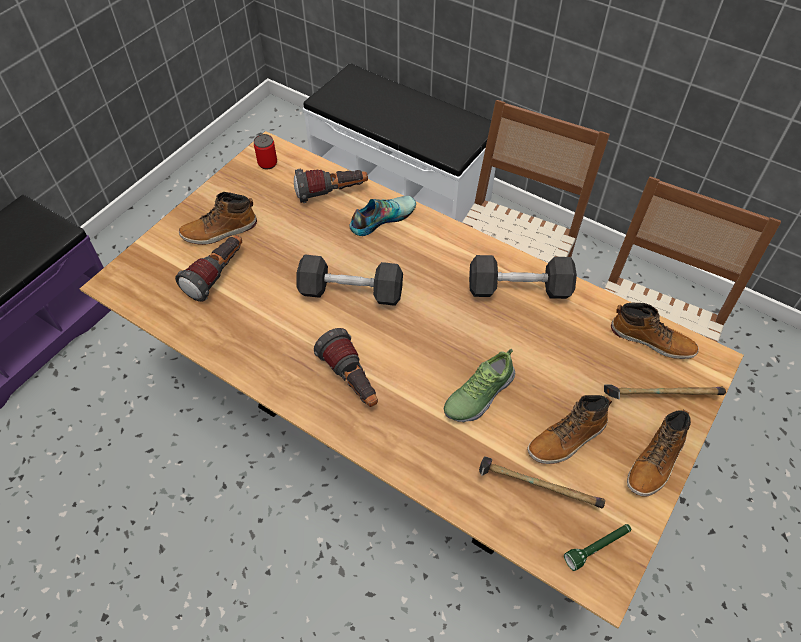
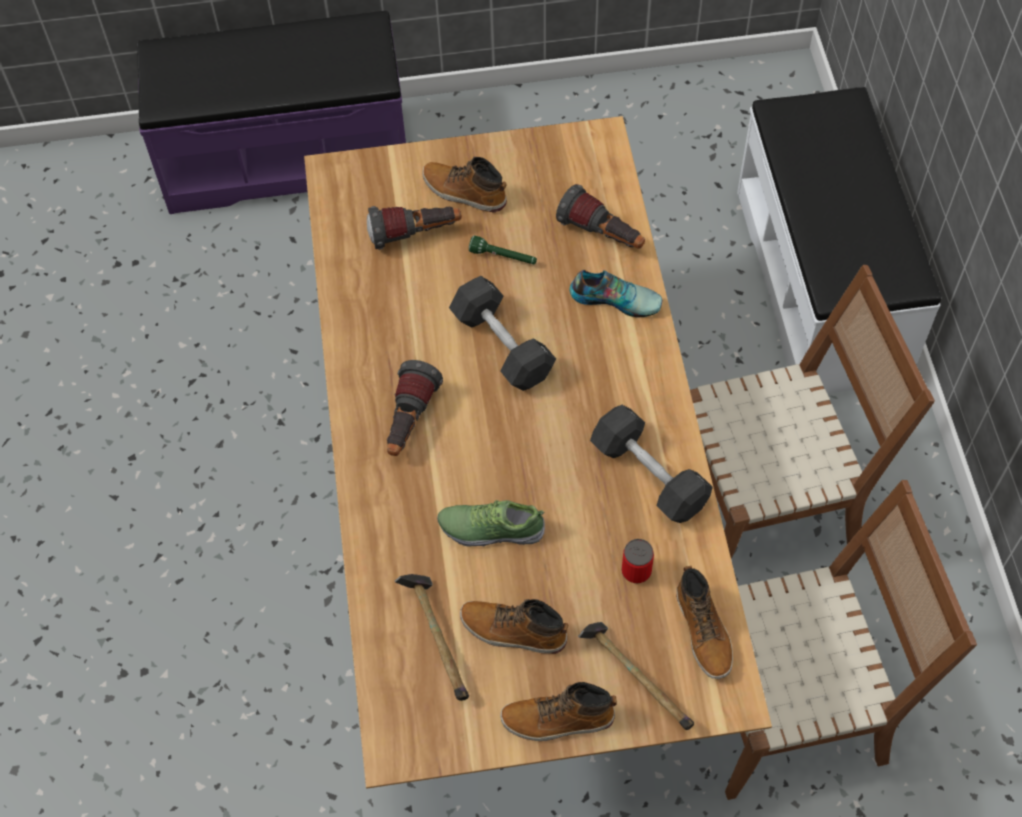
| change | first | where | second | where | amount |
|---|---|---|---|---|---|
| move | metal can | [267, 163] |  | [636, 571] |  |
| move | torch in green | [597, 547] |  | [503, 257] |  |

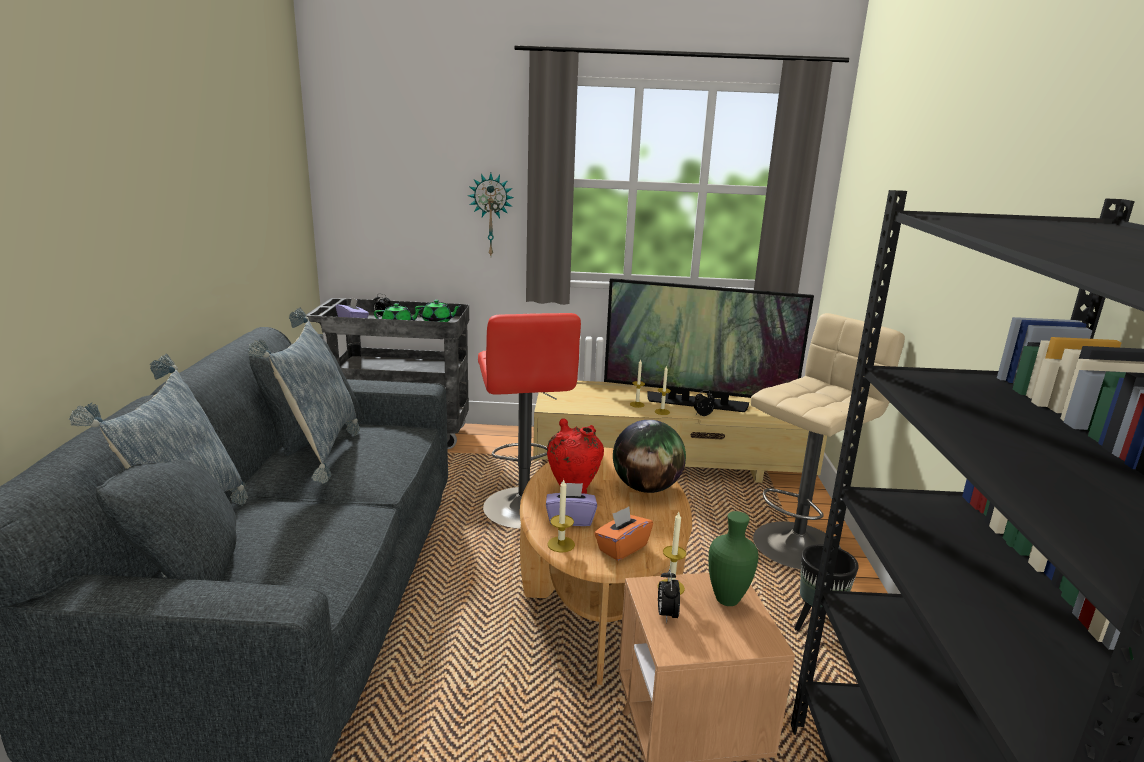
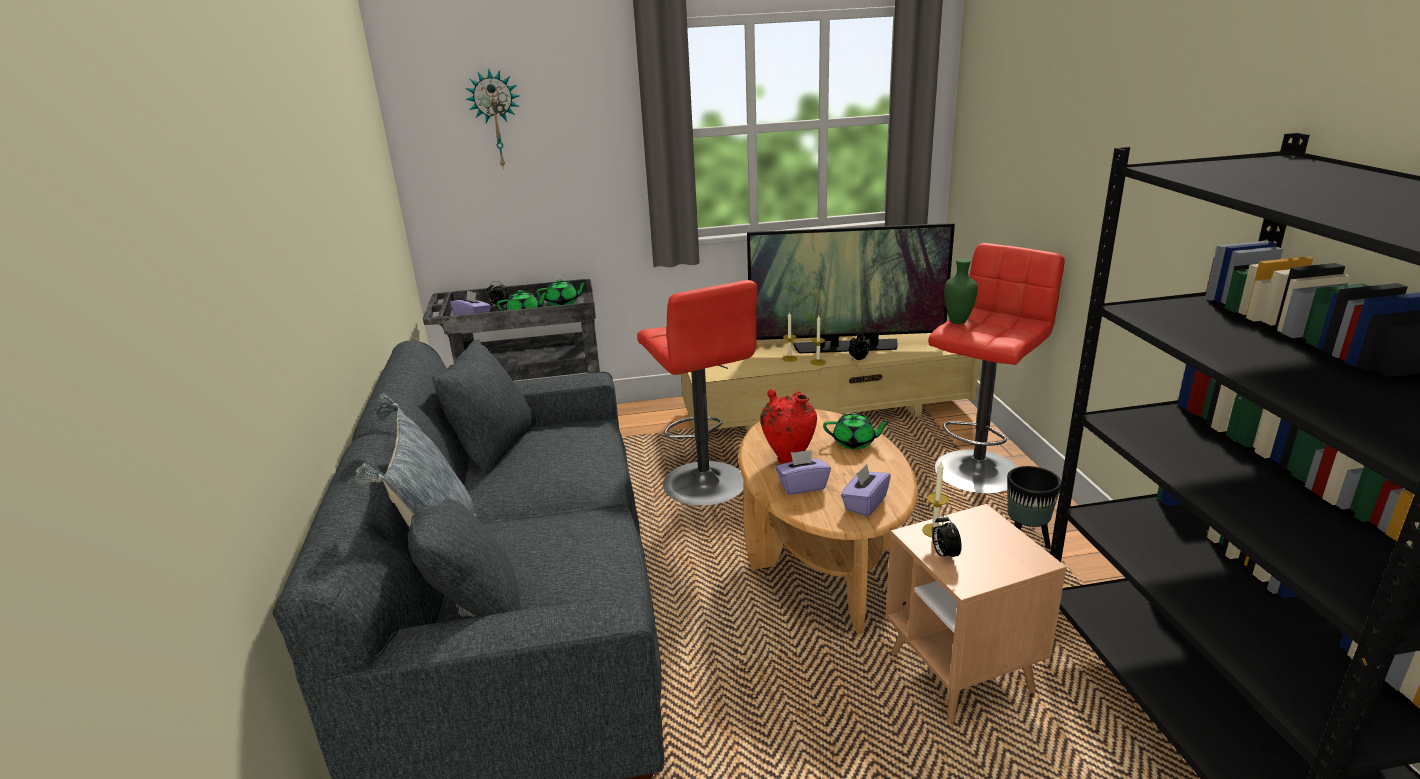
| change | first | where | second | where | amount |
|---|---|---|---|---|---|
| delete | throw pillow | [316, 458] |  |  |  |
| delete | candle | [561, 544] |  |  |  |
| move | hanging clock | [491, 215] |  | [496, 119] |  |
| move | decorative vase in green | [728, 600] |  | [958, 321] |  |
| replace | world globe | [646, 488] | pot for tea in green | [854, 442] |  |
| recolor | box of tissues in orange | [622, 548] | box of tissues in purple-coloured | [864, 504] |  |
| recolor | stool seat in beige-coloured | [798, 546] | stool seat in reddish | [979, 471] |  |

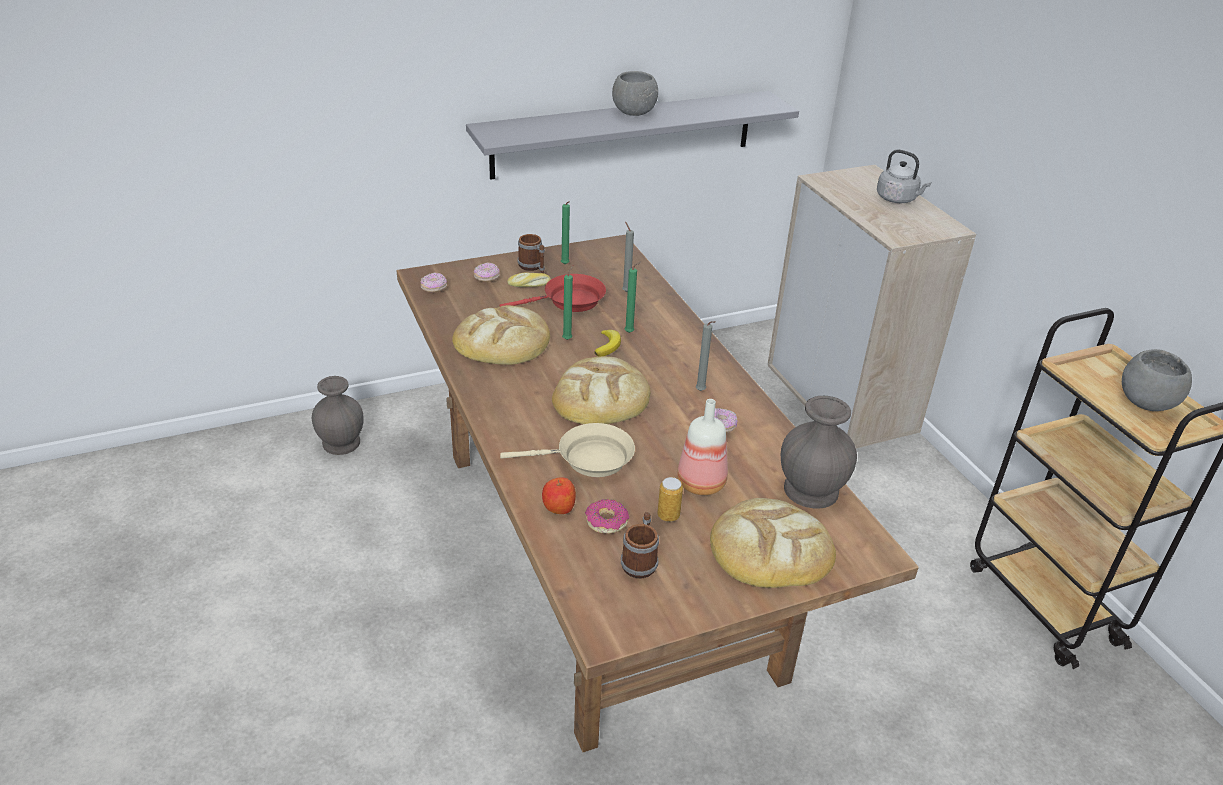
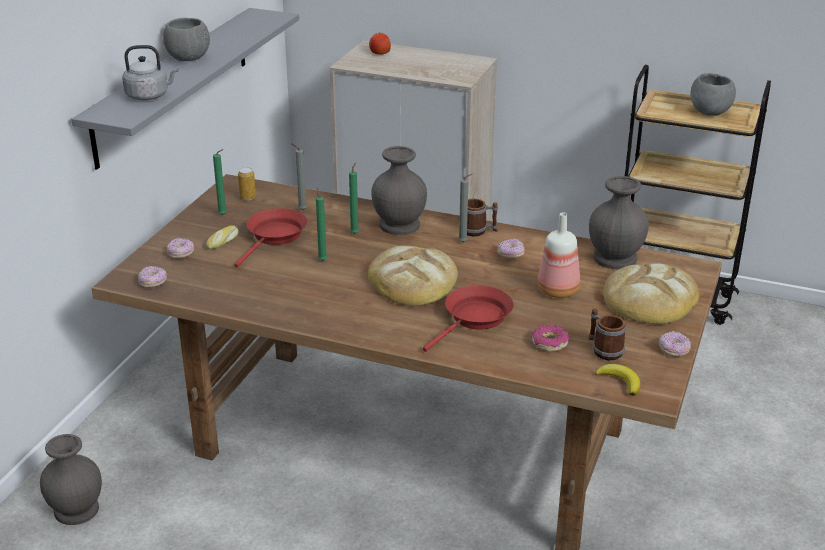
| change | first | where | second | where | amount |
|---|---|---|---|---|---|
| delete | bakery bread | [502, 341] |  |  |  |
| insert |  |  | decorative vase in greyish | [398, 224] |  |
| insert |  |  | donut | [673, 350] |  |
| move | coffee mug | [533, 267] |  | [478, 231] |  |
| move | whole apple | [558, 507] |  | [379, 53] |  |
| move | banana fruit | [608, 345] |  | [620, 381] |  |
| move | metal can | [668, 515] |  | [247, 197] |  |
| move | water kettle in greyish | [898, 199] |  | [150, 96] |  |
| recolor | skillet in beige-coloured | [588, 459] | skillet in reddish | [475, 319] |  |

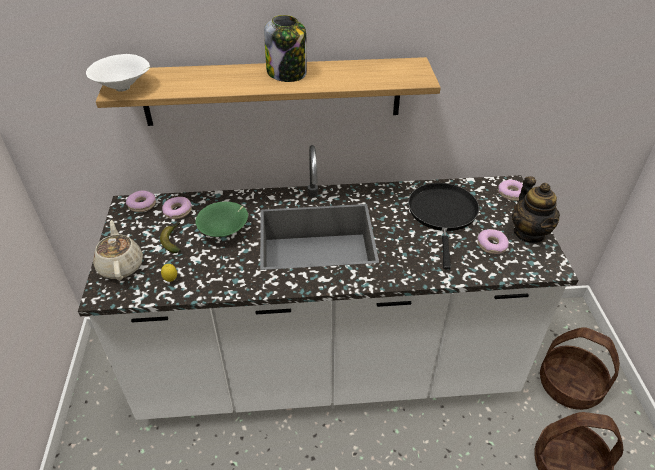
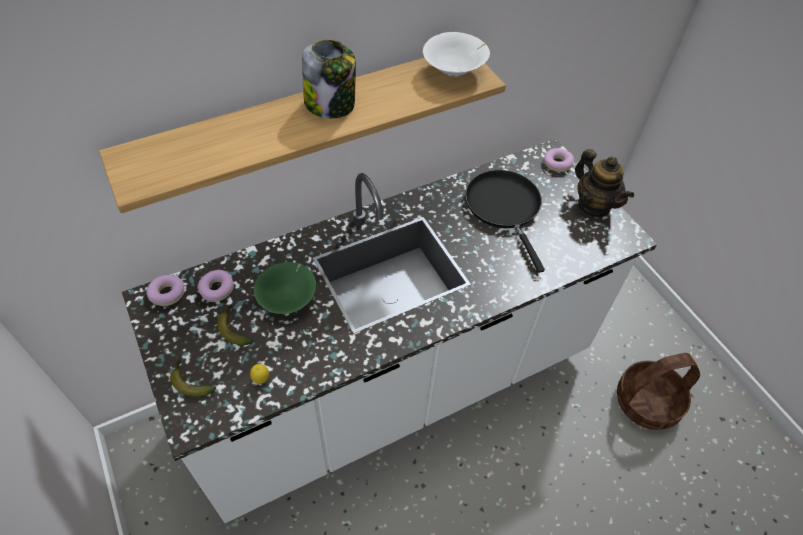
| change | first | where | second | where | amount |
|---|---|---|---|---|---|
| delete | donut | [491, 245] |  |  |  |
| delete | storage basket | [570, 385] |  |  |  |
| move | serving bowl in white-coloured | [124, 88] |  | [455, 72] |  |
| replace | pot for tea in beige-coloured | [121, 266] | banana fruit | [190, 382] |  |

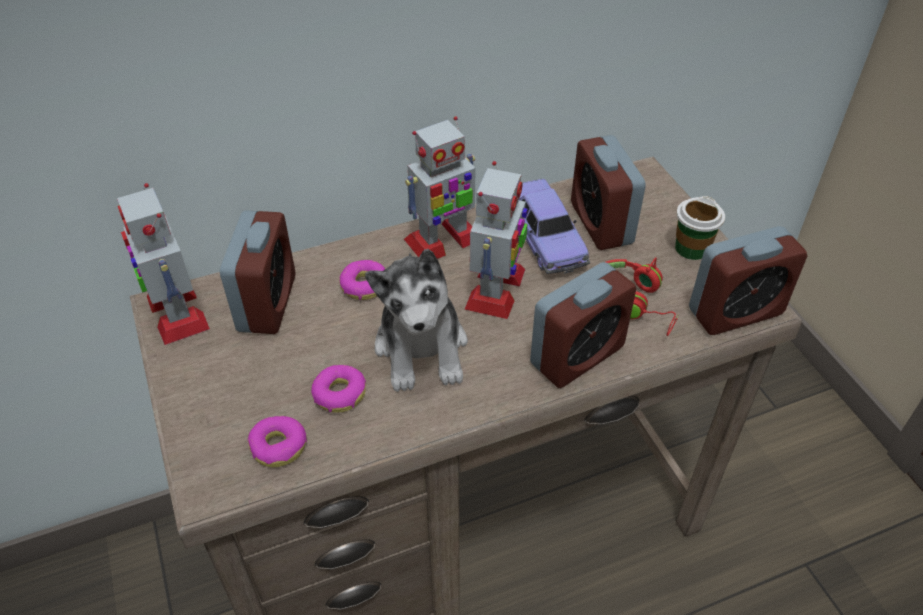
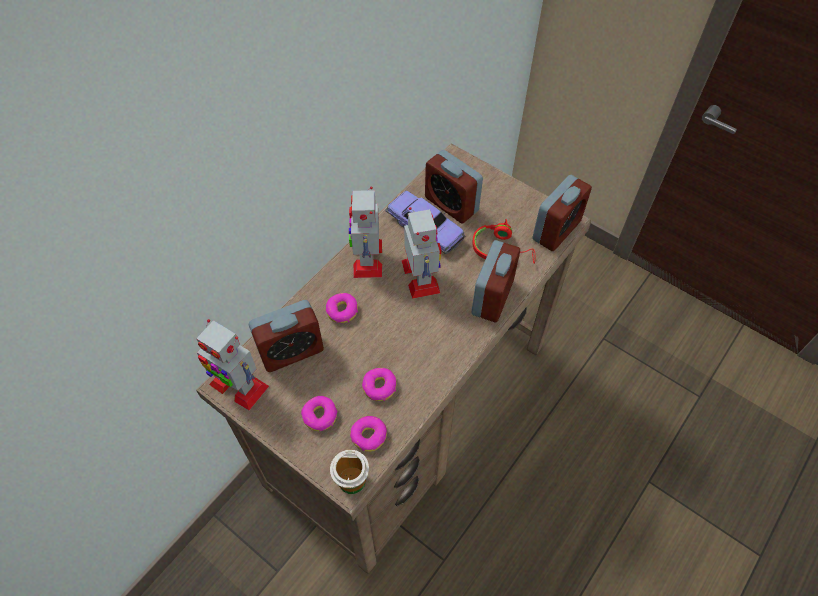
| change | first | where | second | where | amount |
|---|---|---|---|---|---|
| delete | plush toy | [422, 347] |  |  |  |
| insert |  |  | donut | [320, 416] |  |
| move | drinking cup | [691, 248] |  | [352, 481] |  |
| rotate | bedside clock | [267, 303] |  | [291, 351] | 90 degrees clockwise |
| rotate | toy robot | [442, 240] |  | [367, 258] | 150 degrees clockwise |

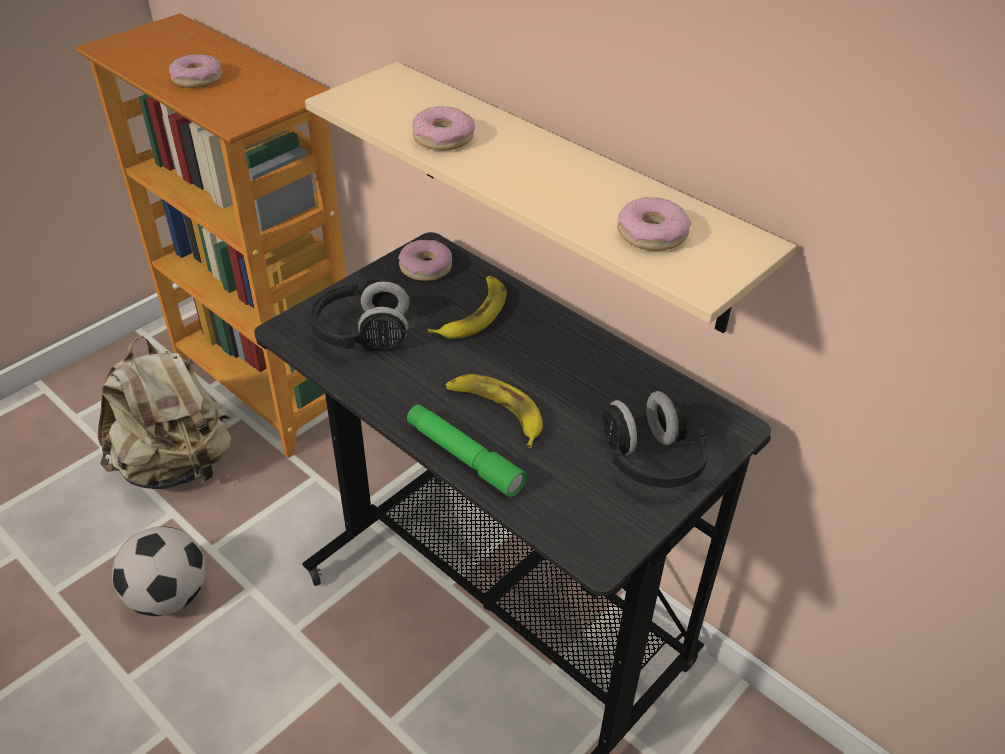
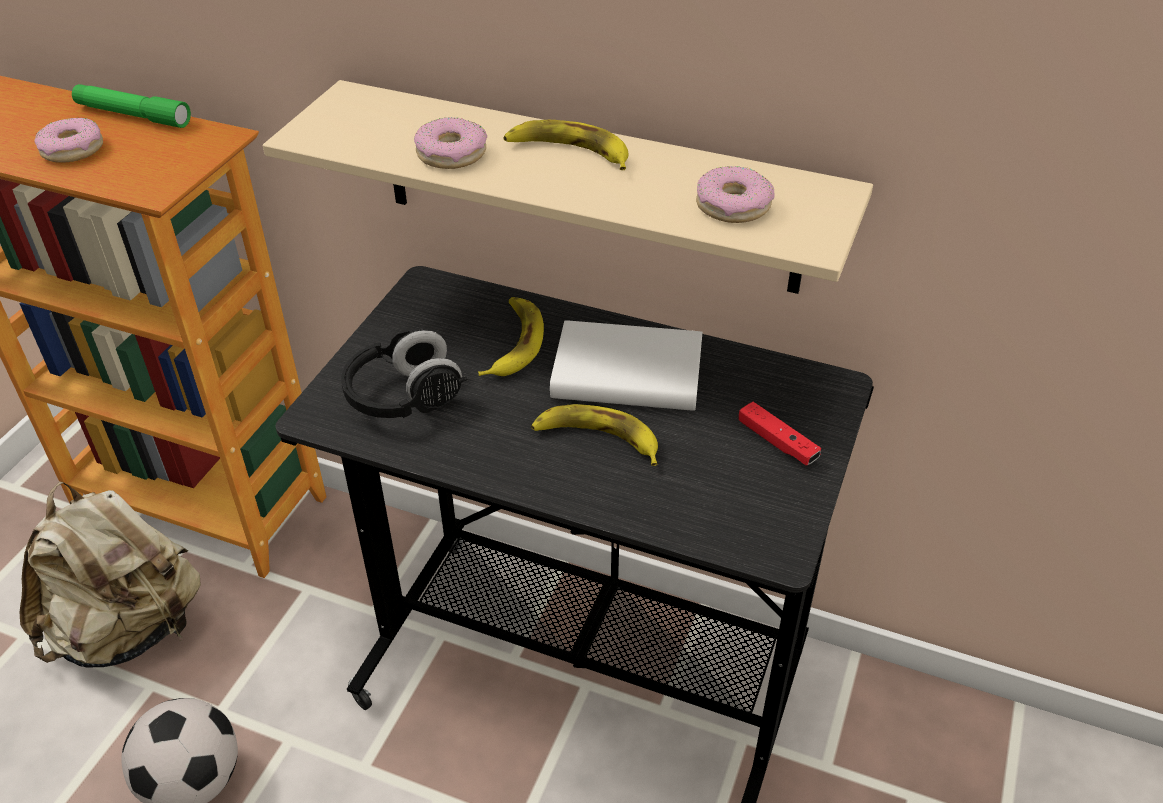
| change | first | where | second | where | amount |
|---|---|---|---|---|---|
| delete | donut | [425, 267] |  |  |  |
| insert |  |  | banana fruit | [568, 152] |  |
| insert |  |  | book in white-coloured | [627, 374] |  |
| move | torch in green | [463, 457] |  | [133, 115] |  |
| replace | pair of headphones in black | [651, 460] | gamepad in reddish | [777, 442] |  |

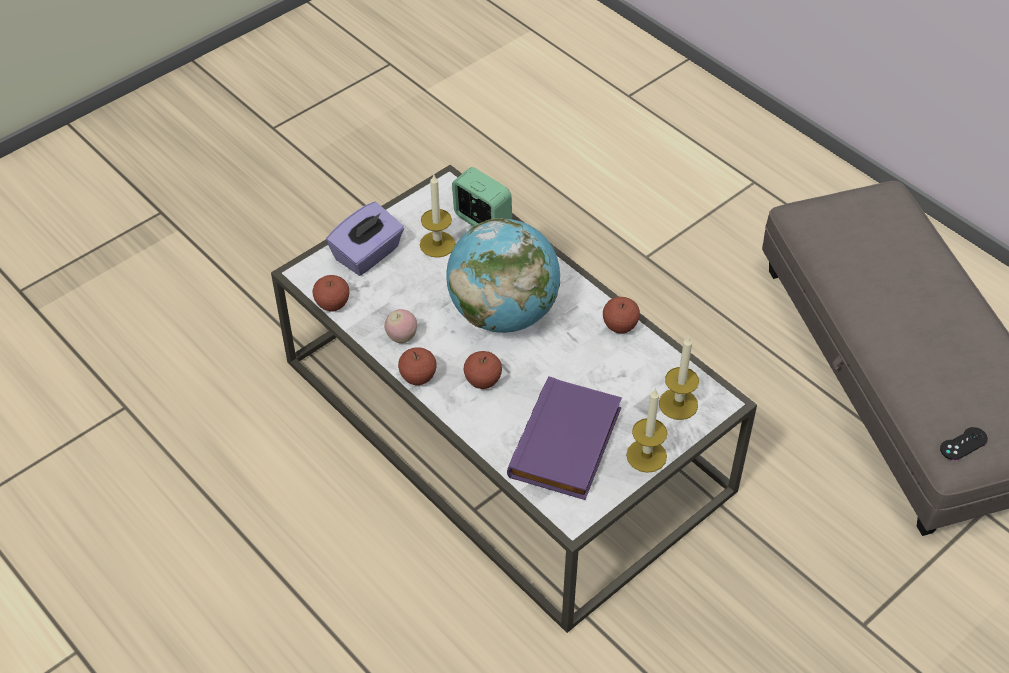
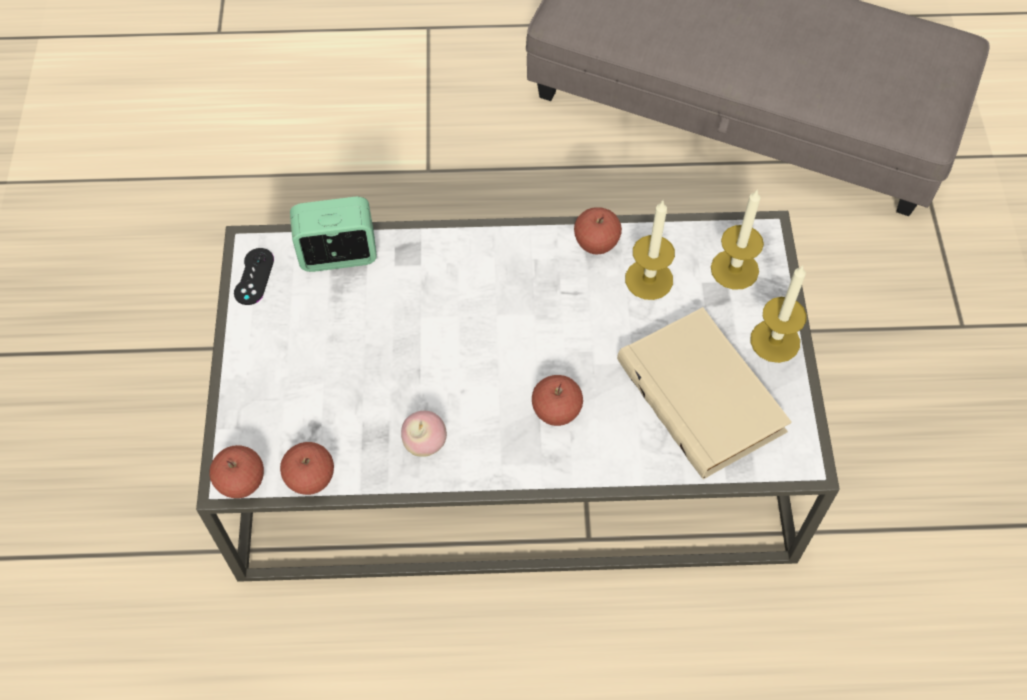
| change | first | where | second | where | amount |
|---|---|---|---|---|---|
| delete | box of tissues in purple-coloured | [368, 254] |  |  |  |
| delete | world globe | [503, 313] |  |  |  |
| move | whole apple | [418, 377] |  | [242, 482] |  |
| move | candle | [437, 244] |  | [649, 279] |  |
| move | gamepad in black | [963, 444] |  | [254, 276] |  |
| recolor | book in purple-coloured | [568, 444] | book in beige-coloured | [704, 396] |  |

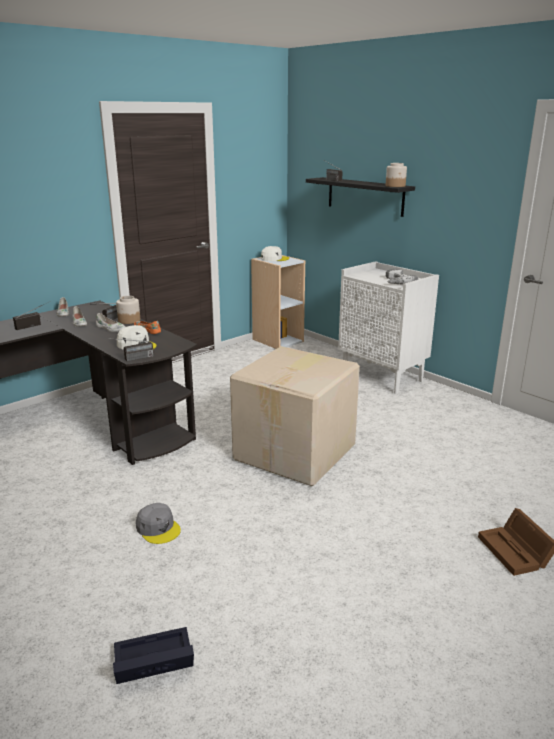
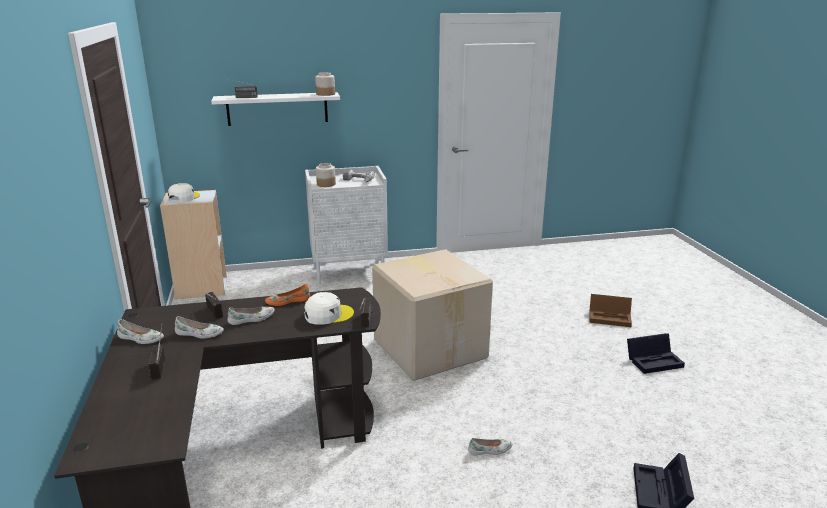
| change | first | where | second | where | amount |
|---|---|---|---|---|---|
| insert |  |  | storage box in black | [654, 360] |  |
| move | jar | [129, 320] |  | [326, 184] |  |
| replace | baseball cap in greyish | [158, 528] | item of footwear in white-coloured | [490, 450] |  |
| recolor | wall shelf in black | [365, 196] | wall shelf in white-coloured | [277, 109] |  |

